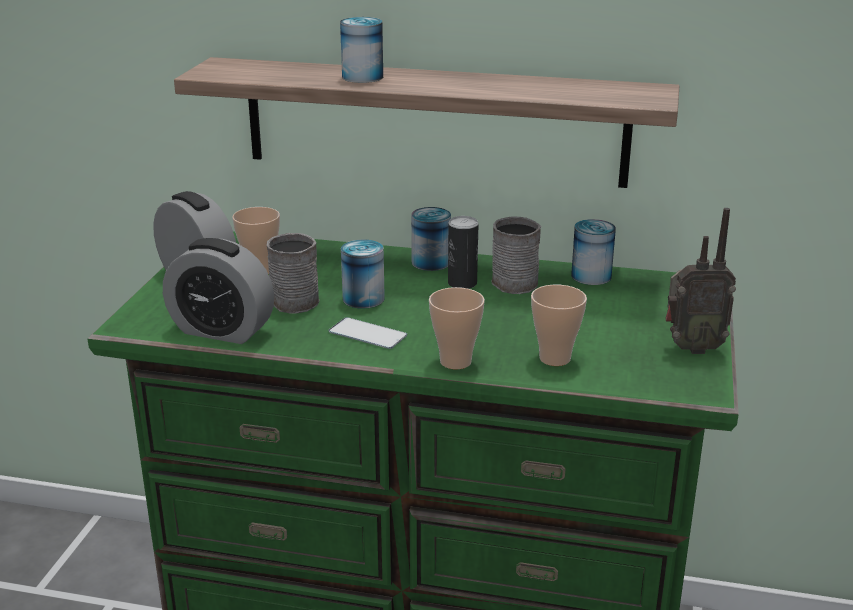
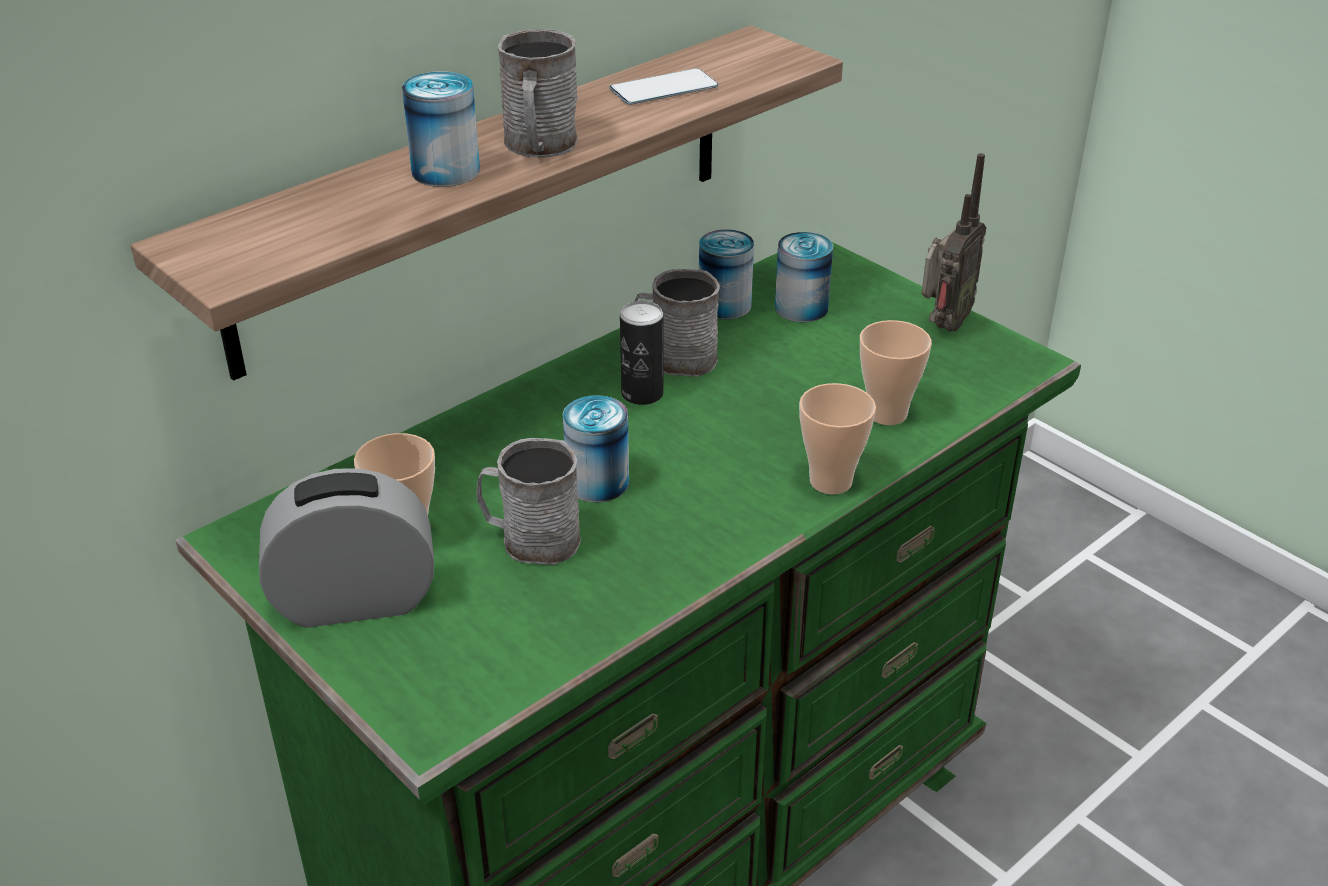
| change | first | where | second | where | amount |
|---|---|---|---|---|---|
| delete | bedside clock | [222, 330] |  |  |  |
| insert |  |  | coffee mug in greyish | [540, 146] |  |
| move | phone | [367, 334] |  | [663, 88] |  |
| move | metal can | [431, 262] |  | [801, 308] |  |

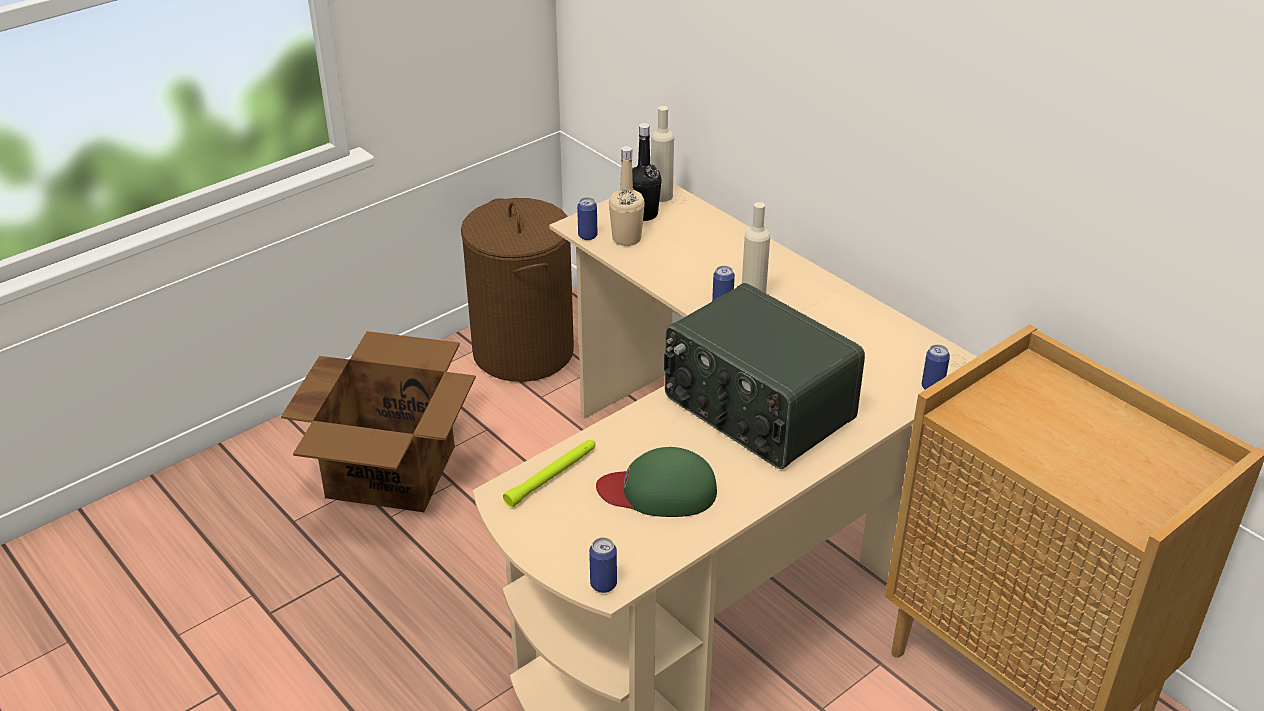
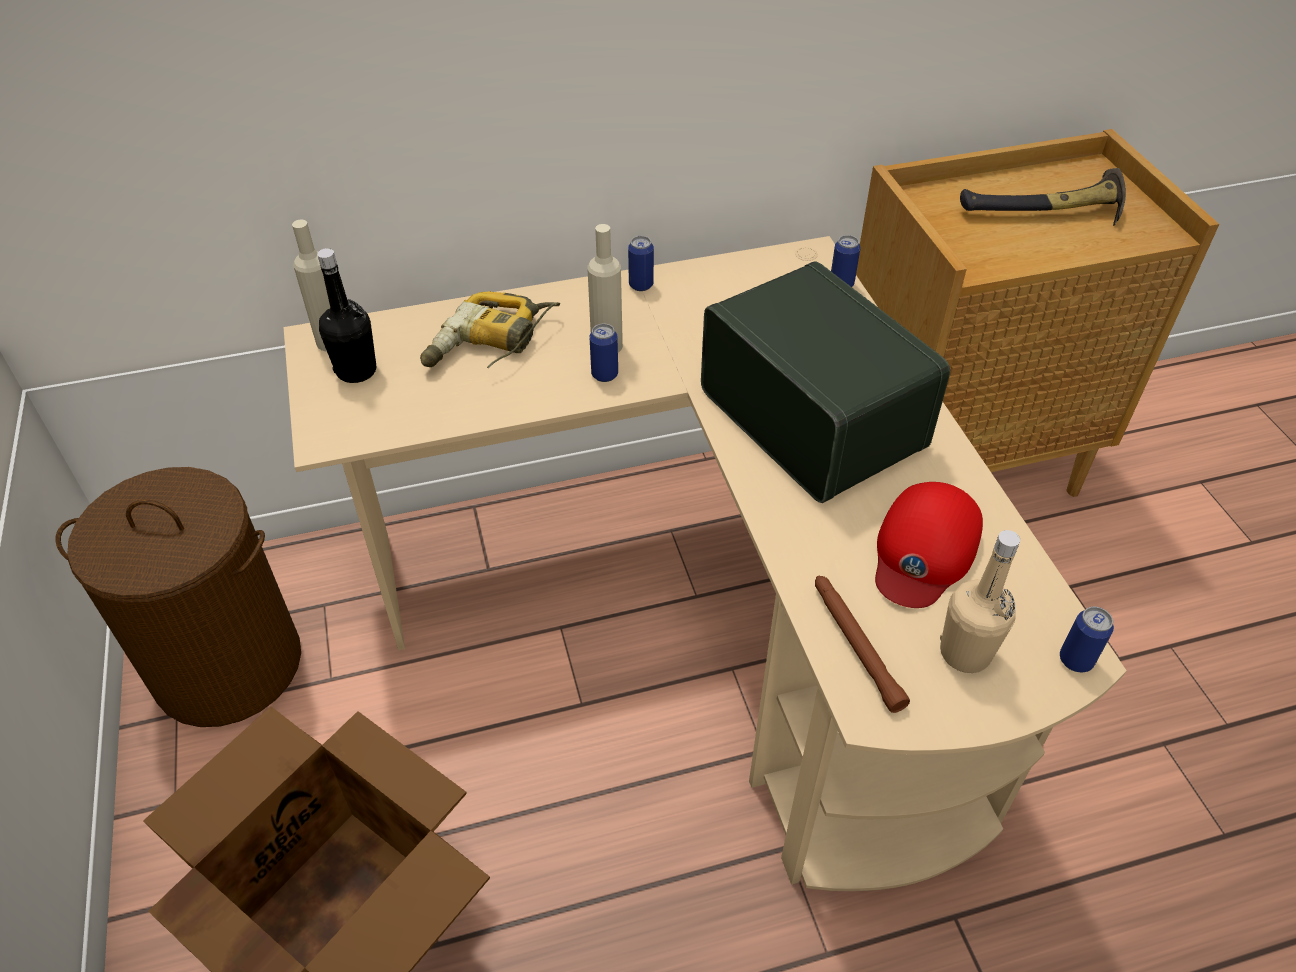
| change | first | where | second | where | amount |
|---|---|---|---|---|---|
| insert |  |  | electric drill | [490, 345] |  |
| insert |  |  | tool hammer | [1047, 215] |  |
| move | metal can | [587, 236] |  | [641, 285] |  |
| move | beverage bottle in beige-coloured | [626, 239] |  | [965, 653] |  |
| recolor | torch in green | [552, 476] | torch in brown-coloured | [855, 644] |  |
| recolor | baseball cap in green | [659, 491] | baseball cap in reddish | [923, 550] |  |
| rotate | radio set | [757, 410] |  | [814, 418] | 105 degrees counterclockwise |

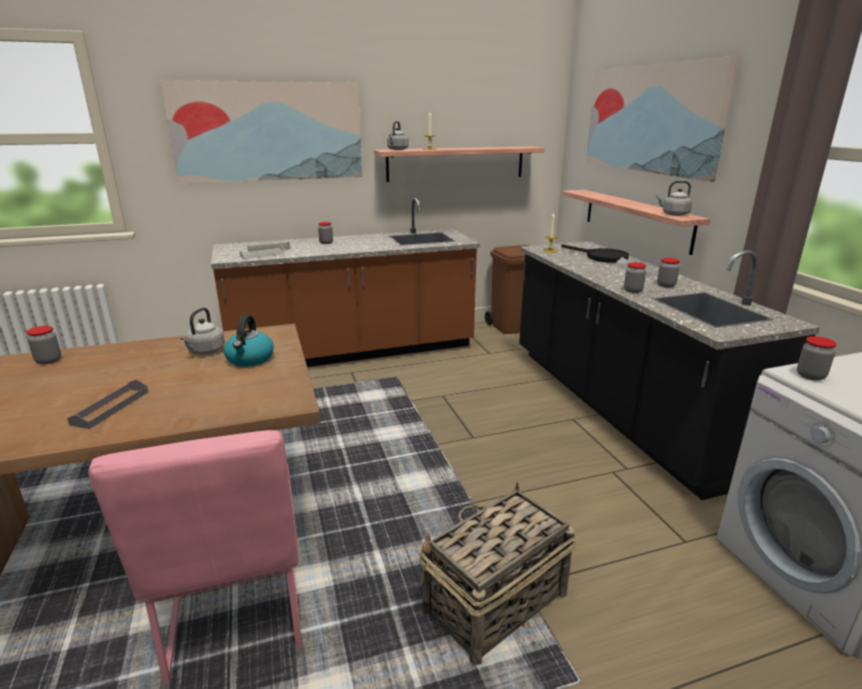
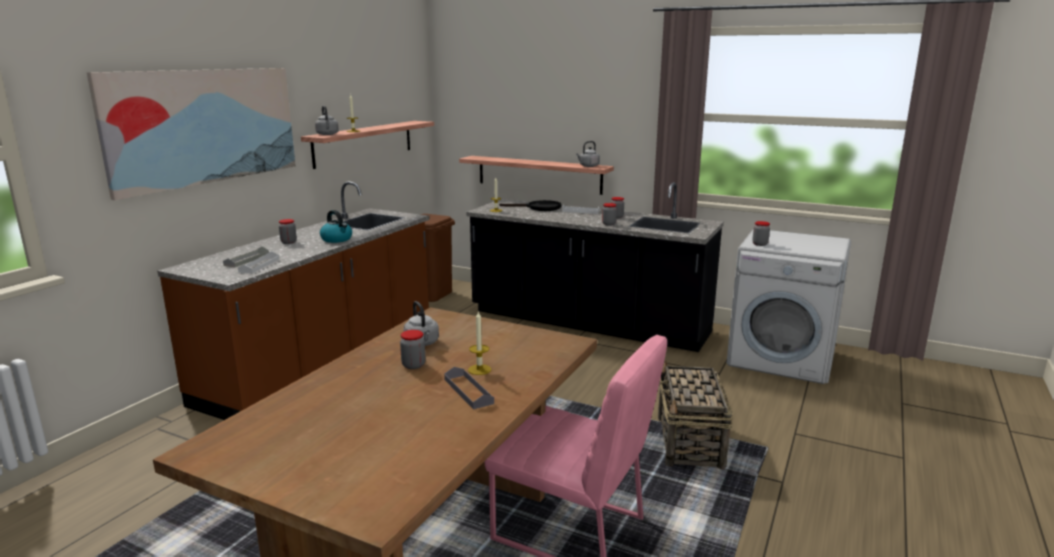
| change | first | where | second | where | amount |
|---|---|---|---|---|---|
| delete | wall picture | [650, 119] |  |  |  |
| insert |  |  | candle | [479, 369] |  |
| move | jar | [48, 360] |  | [413, 365] |  |
| move | water kettle | [250, 359] |  | [337, 239] |  |

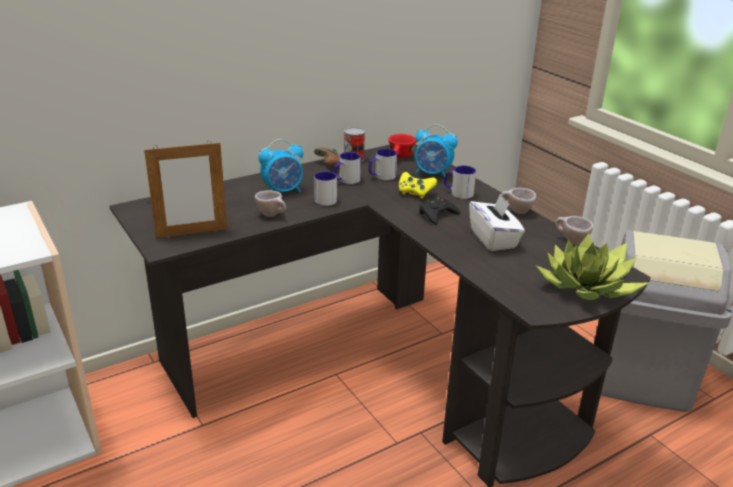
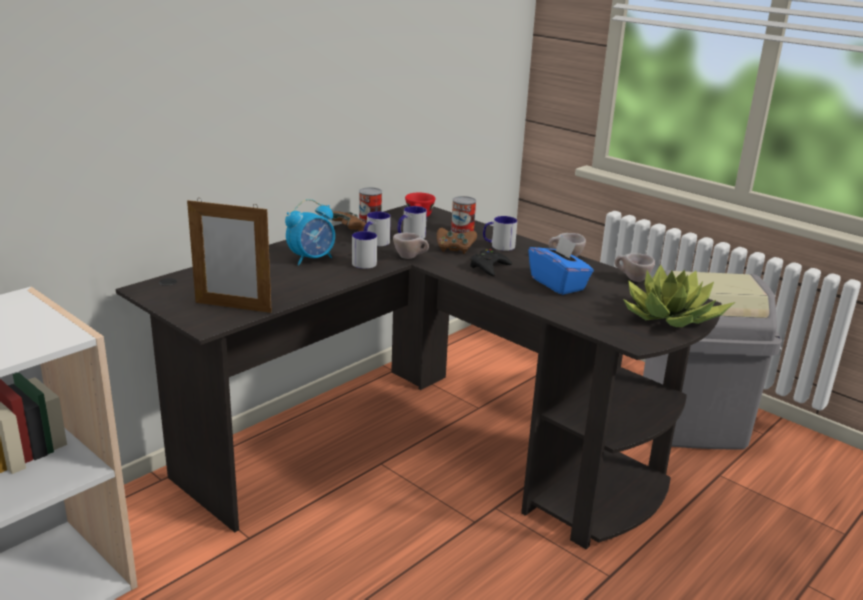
| change | first | where | second | where | amount |
|---|---|---|---|---|---|
| move | drinking cup in beige-coloured | [272, 215] |  | [410, 257] |  |
| replace | bedside clock | [432, 174] | metal can | [462, 231] |  |
| recolor | gamepad in yellow | [415, 193] | gamepad in brown-coloured | [454, 249] |  |
| recolor | box of tissues in white-coloured | [493, 239] | box of tissues in bluish | [558, 284] |  |
| rotate | picture frame | [192, 233] |  | [233, 307] | 45 degrees clockwise |

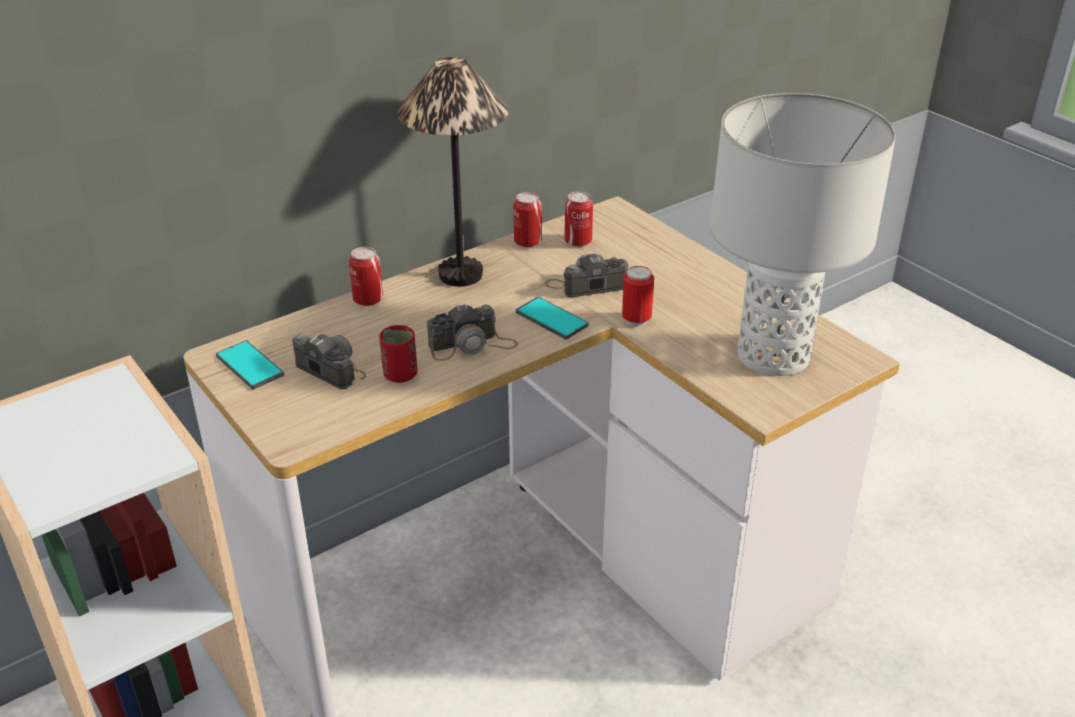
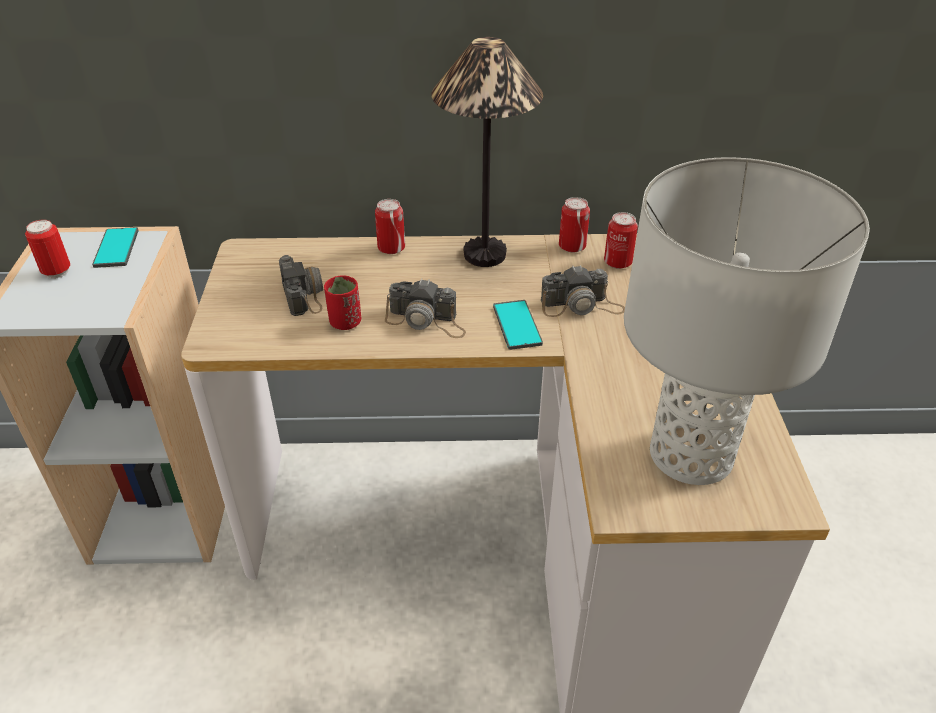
| change | first | where | second | where | amount |
|---|---|---|---|---|---|
| move | phone | [250, 365] |  | [116, 248] |  |
| move | metal can | [636, 320] |  | [57, 272] |  |
| rotate | photo camera | [586, 285] |  | [582, 306] | 150 degrees clockwise |

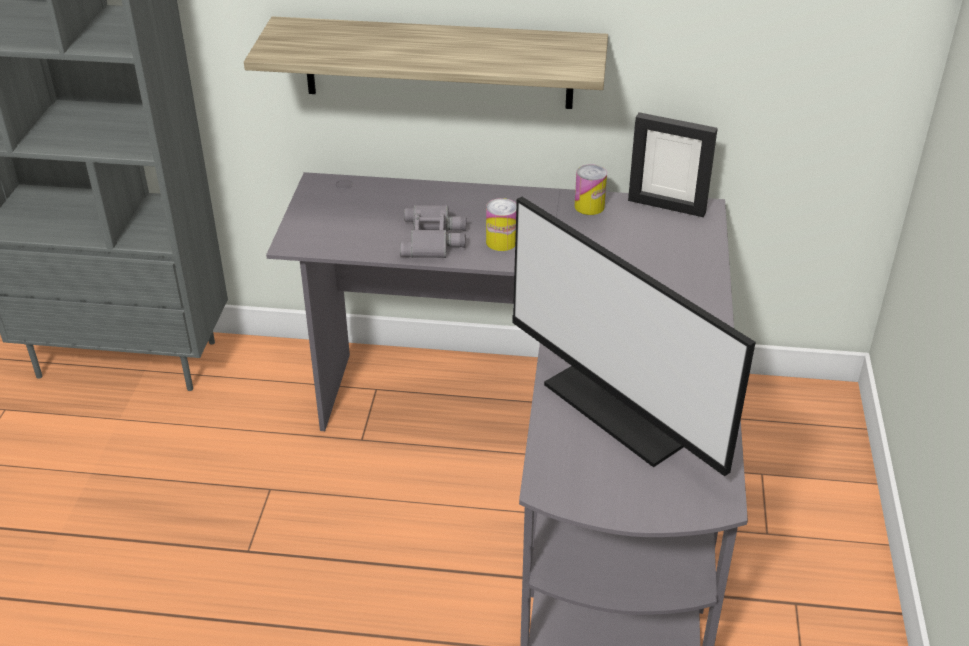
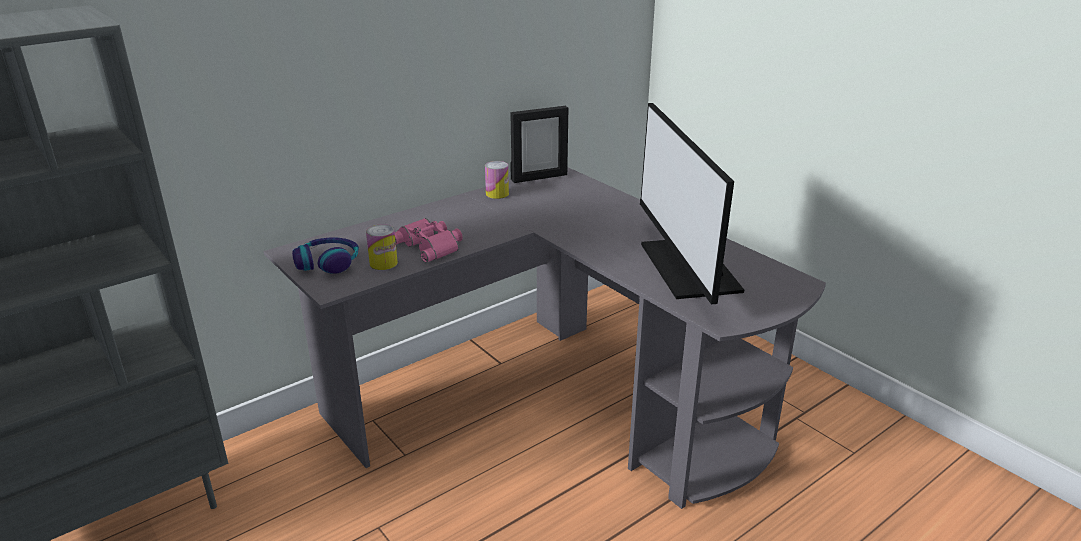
| change | first | where | second | where | amount |
|---|---|---|---|---|---|
| delete | wall shelf | [438, 63] |  |  |  |
| insert |  |  | pair of headphones | [328, 262] |  |
| move | metal can | [501, 242] |  | [383, 263] |  |
| recolor | binoculars in greyish | [434, 238] | binoculars in pink | [430, 245] |  |
| rotate | monitor | [626, 406] |  | [687, 267] | 75 degrees clockwise |

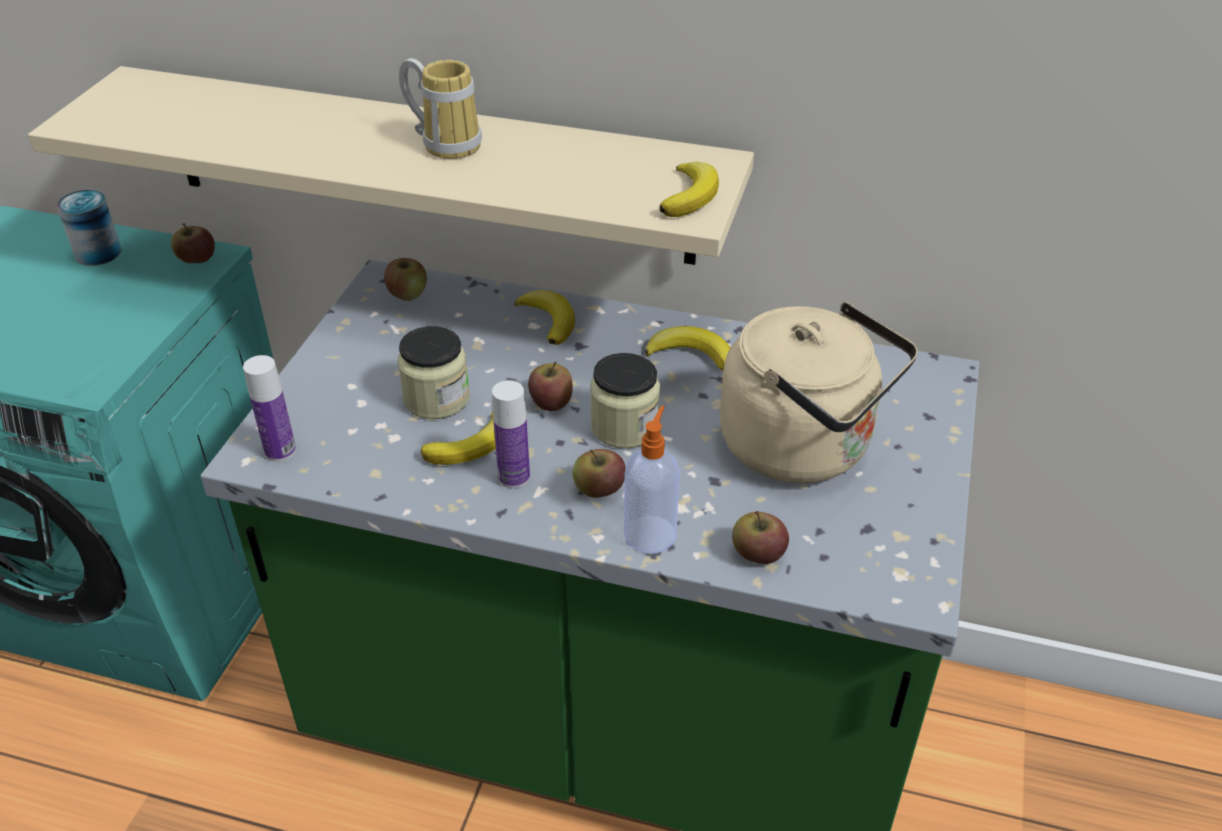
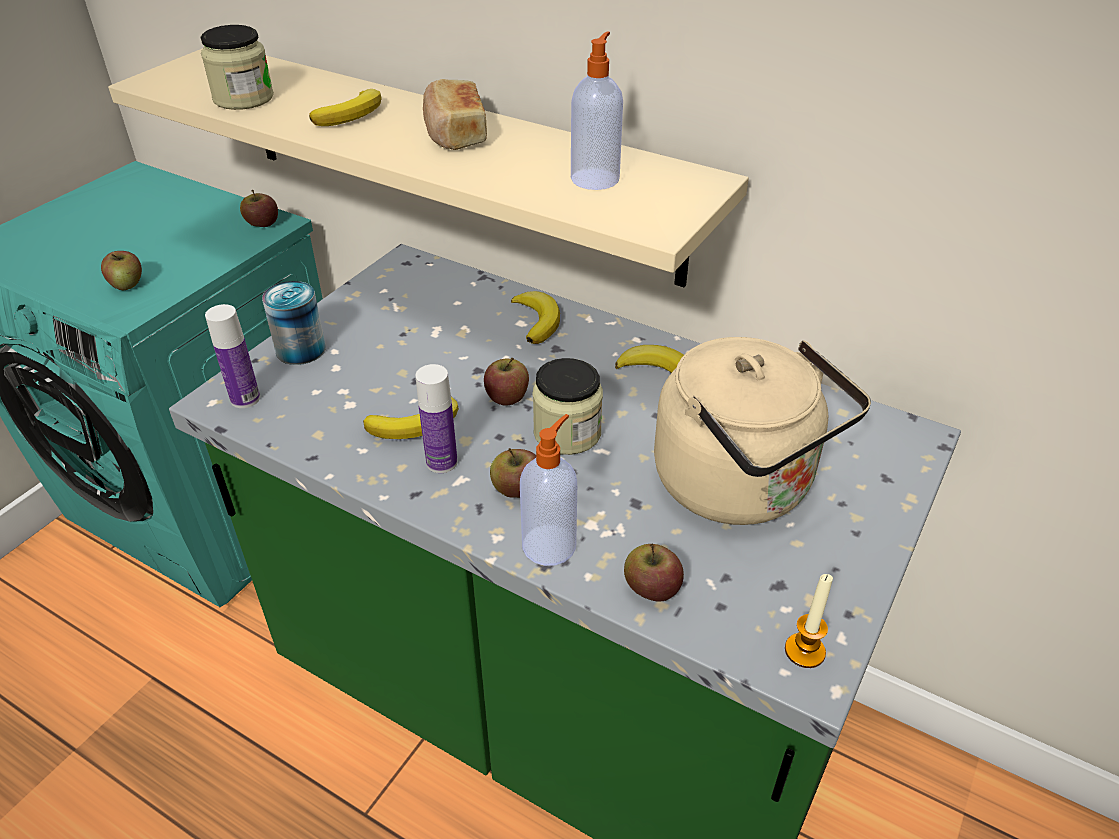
| change | first | where | second | where | amount |
|---|---|---|---|---|---|
| insert |  |  | soap bottle | [595, 178] |  |
| insert |  |  | candle | [804, 651] |  |
| move | metal can | [98, 253] |  | [301, 349] |  |
| move | whole apple | [407, 293] |  | [127, 284] |  |
| move | jar | [436, 399] |  | [243, 98] |  |
| move | banana fruit | [690, 195] |  | [352, 114] |  |
| replace | coffee mug | [447, 143] | bakery bread | [454, 133] |  |

